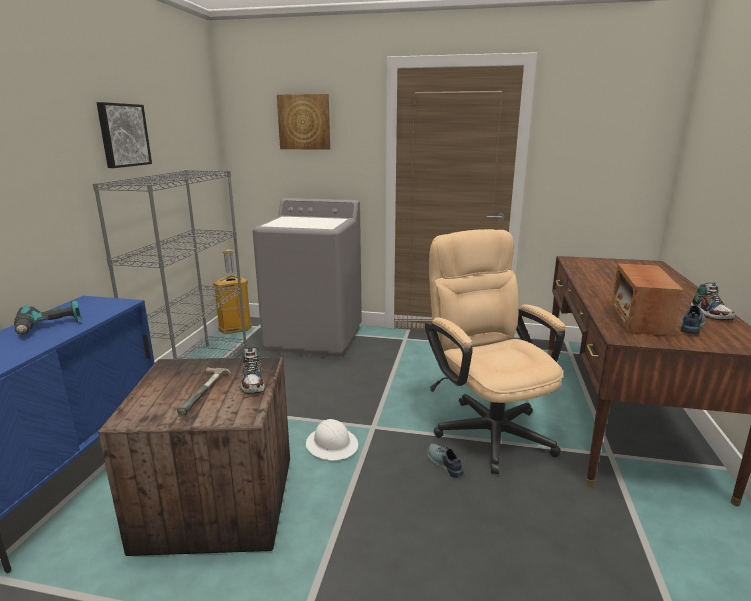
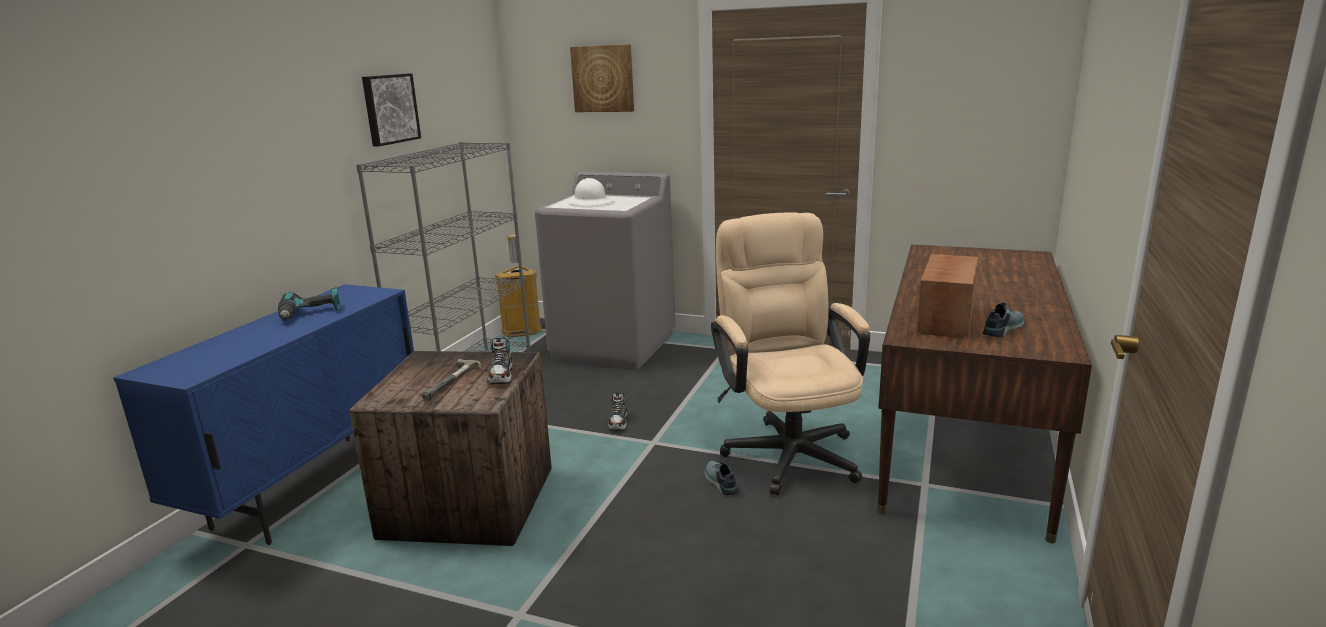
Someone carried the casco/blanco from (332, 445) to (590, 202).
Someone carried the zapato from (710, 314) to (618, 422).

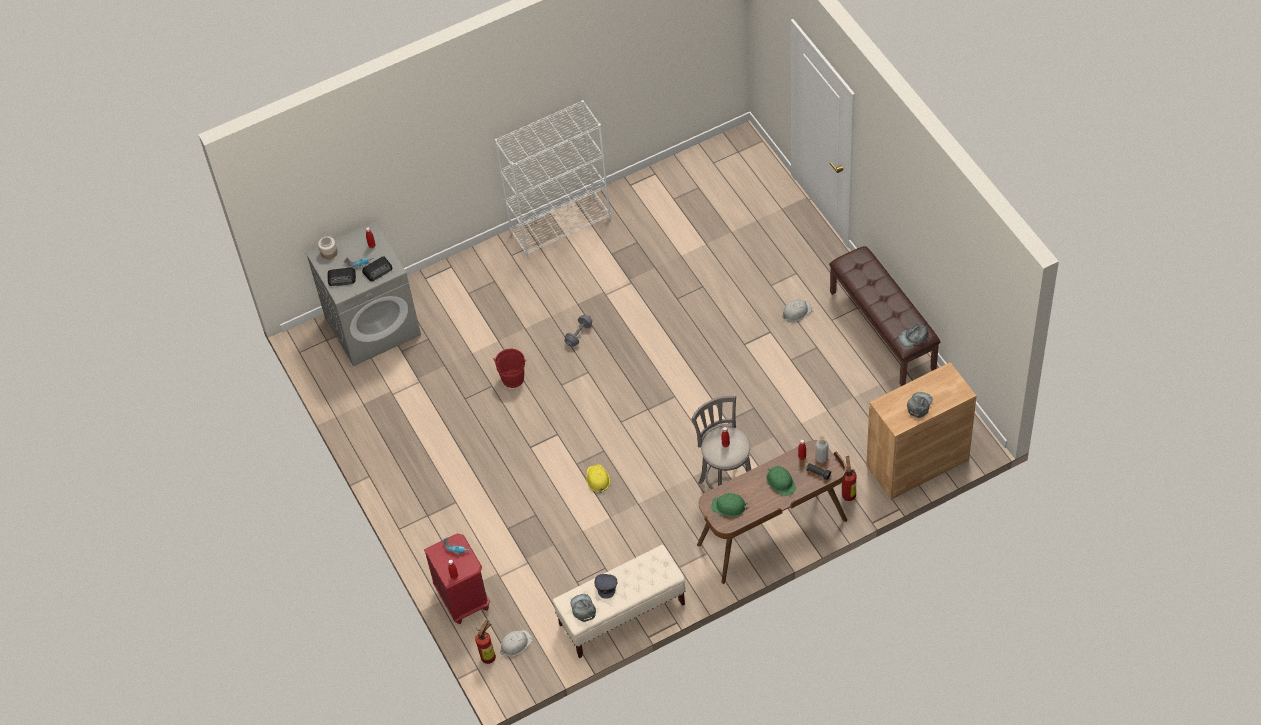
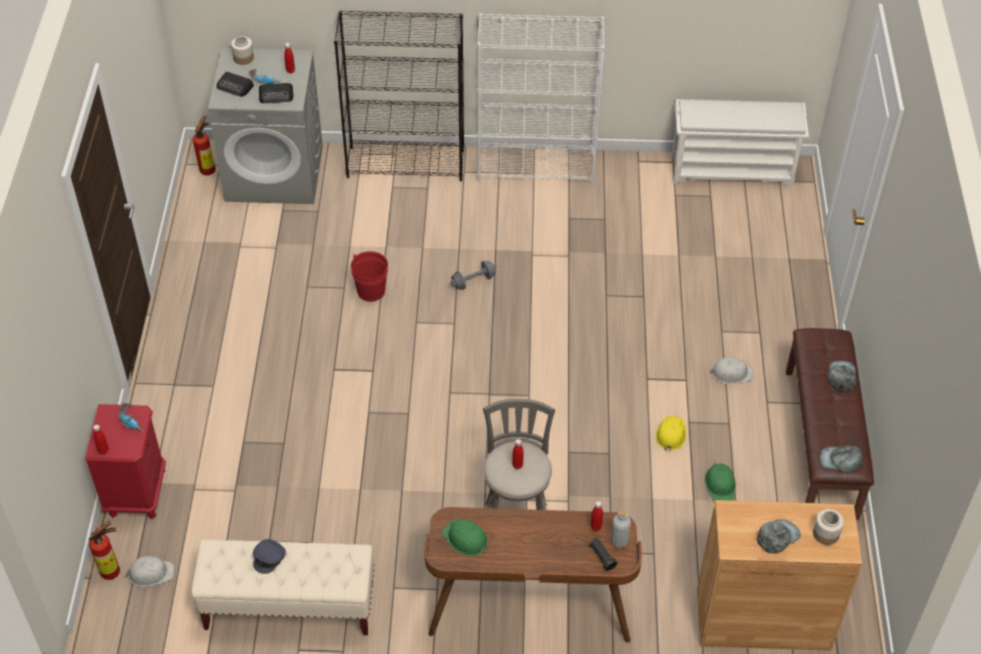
Someone carried the extintor from (848, 493) to (209, 169).
Someone put down the estantería/negro at (406, 164).
Someone carried the casco/amarillo from (597, 479) to (670, 434).
Someone put down the zapatero/blanco at (733, 170).
Someone carried the casco/verde from (781, 482) to (720, 484).
Someone put down the tarro at (826, 534).
Someone carried the gorra/gris from (583, 608) to (841, 376).

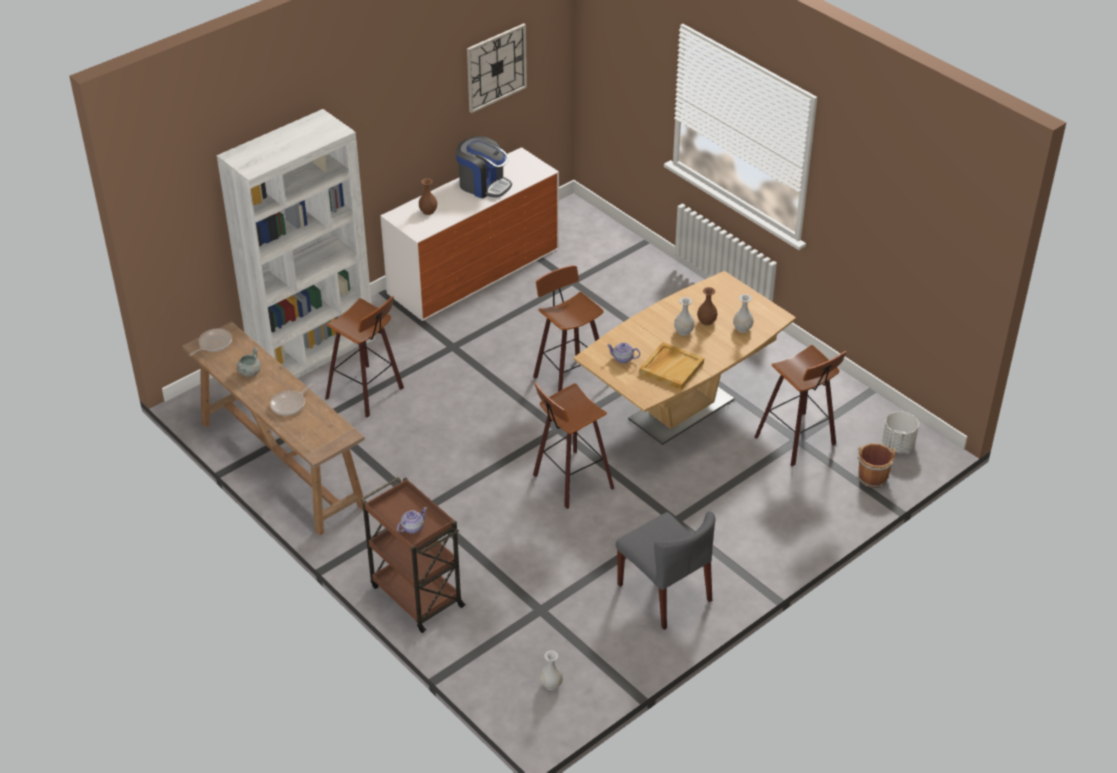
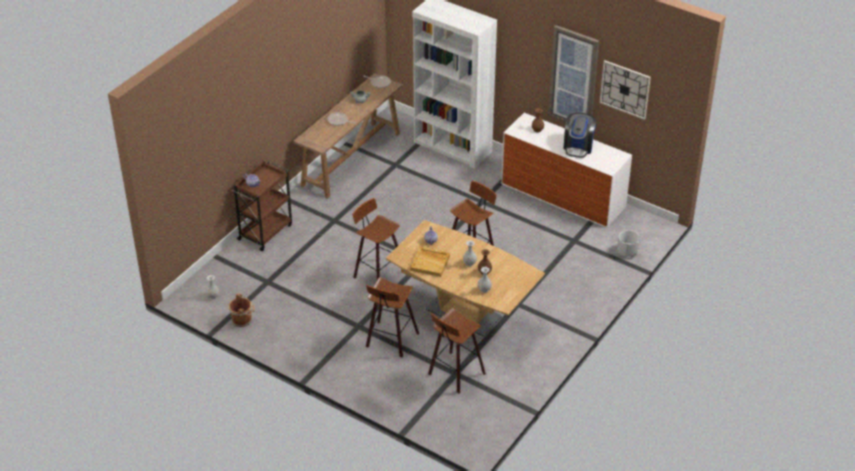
Someone carried the cubo/marrón from (872, 477) to (242, 320).
Someone carried the taburete from (368, 392) to (390, 341).
Someone put up the cuadro at (573, 78).
Someone carried the maceta/blanco from (898, 445) to (627, 252).
Someone took away the silla/gris at (665, 593).

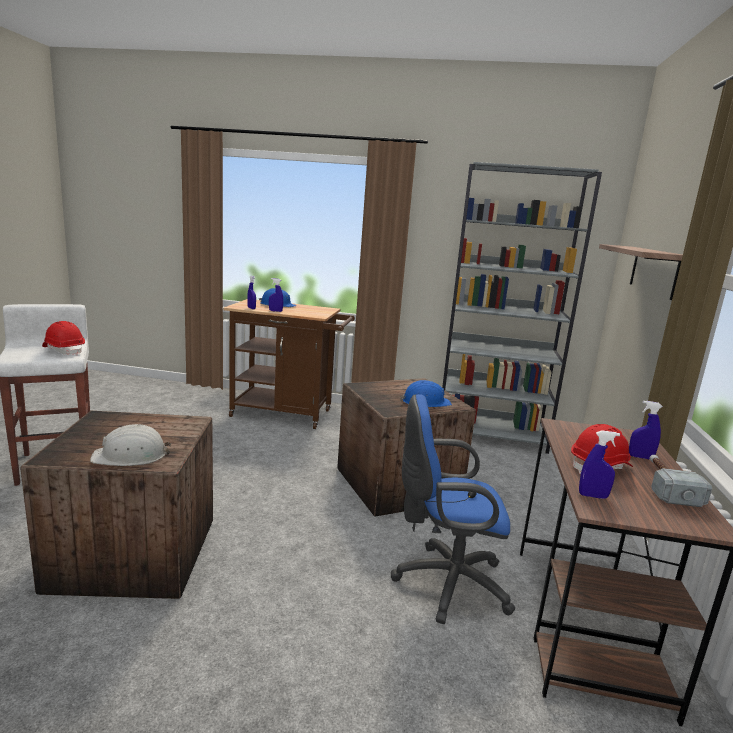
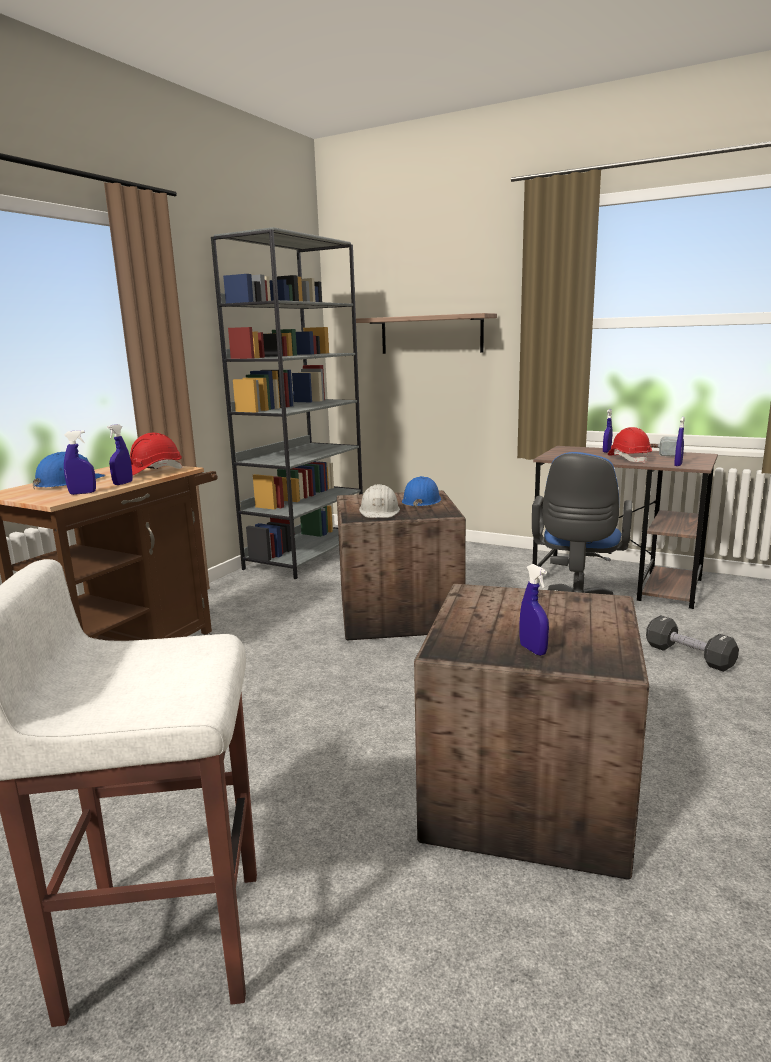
Someone carried the casco/rojo from (64, 350) to (153, 472).
Someone carried the casco/blanco from (131, 456) to (379, 511).
Someone put down the pulverizador/azul at (533, 650).
Someone put down the mancuerna/negro at (689, 656).

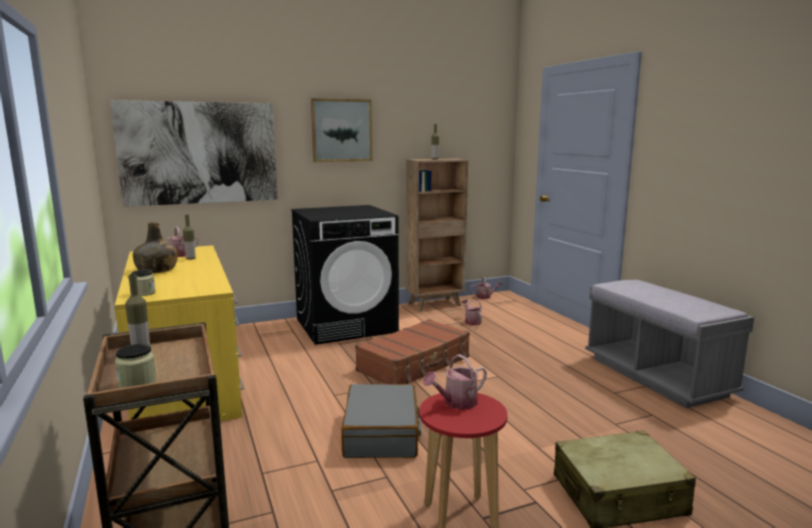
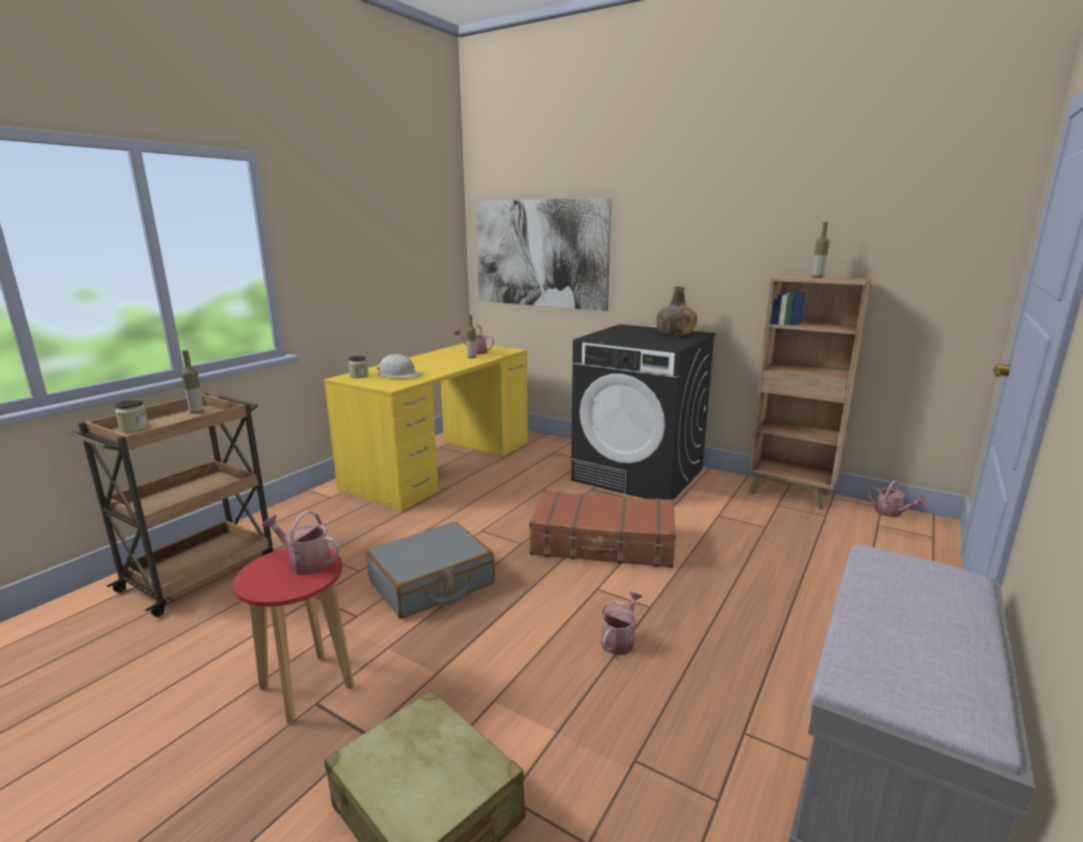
Someone put down the casco/blanco at (399, 375).
Someone carried the regadera from (471, 321) to (620, 640).
Someone carried the botella/verde from (157, 270) to (675, 333).
Someone took away the cuadro at (341, 130).

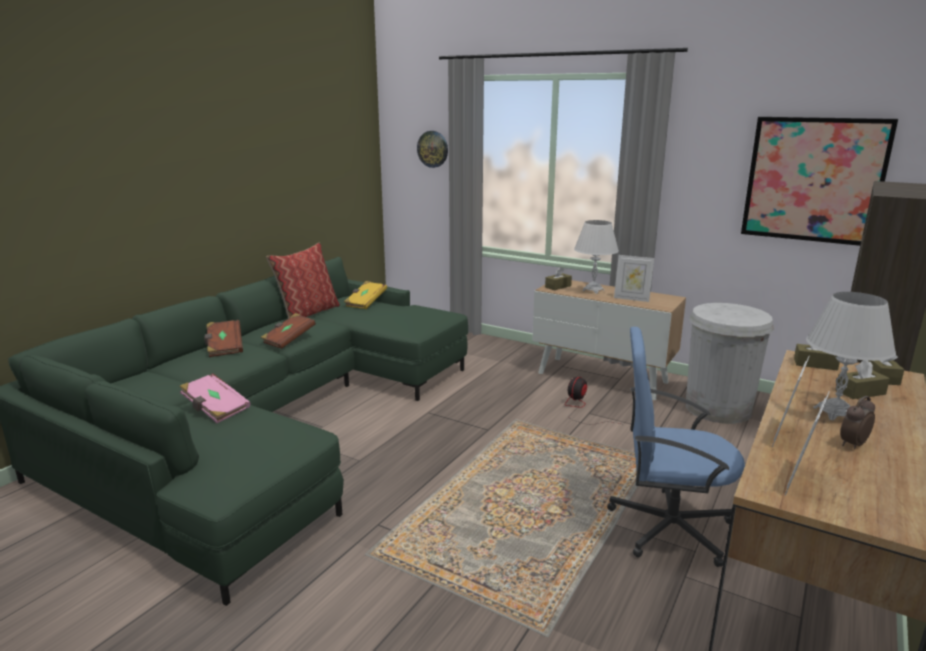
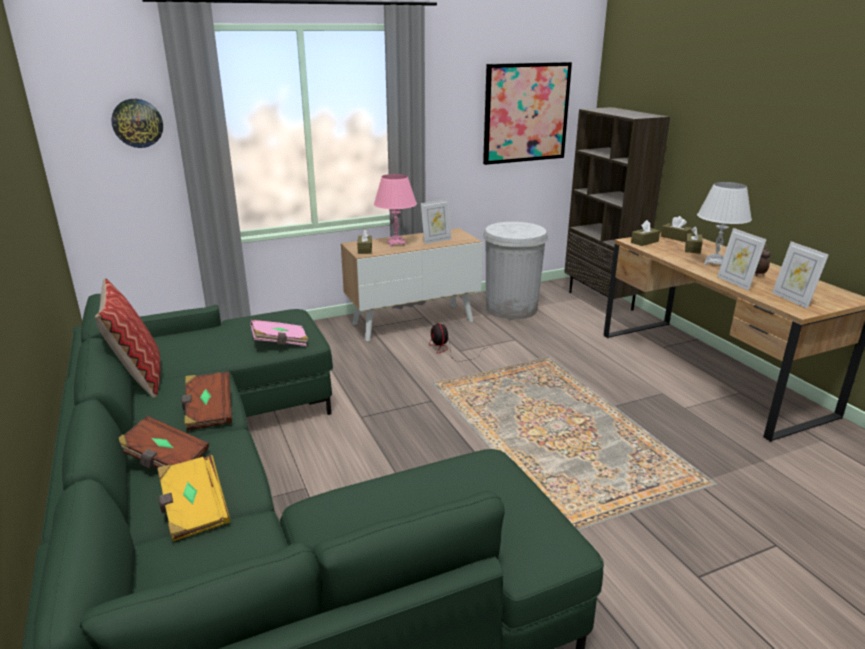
Someone carried the libro/amarillo from (365, 303) to (193, 510).
Someone carried the libro/rosa from (215, 409) to (280, 343).
Someone repainted the lámpara de mesa/blanco at (593, 290), which became the lámpara de mesa/rosa at (396, 243).
Someone took away the silla de oficina/azul at (668, 526).

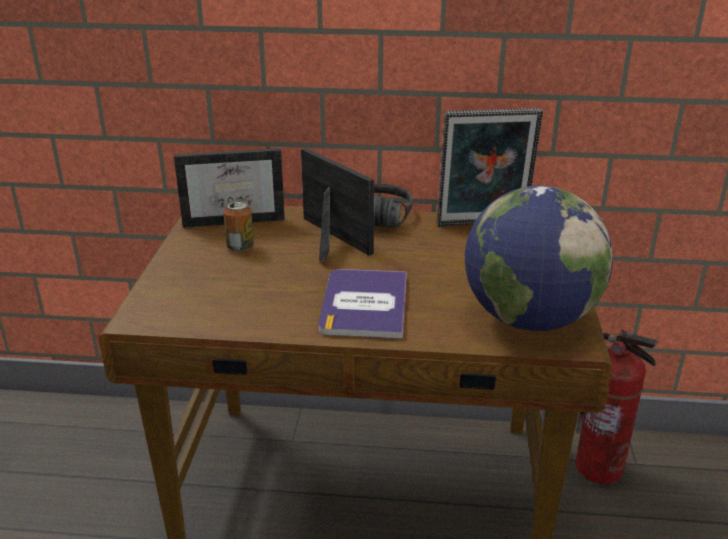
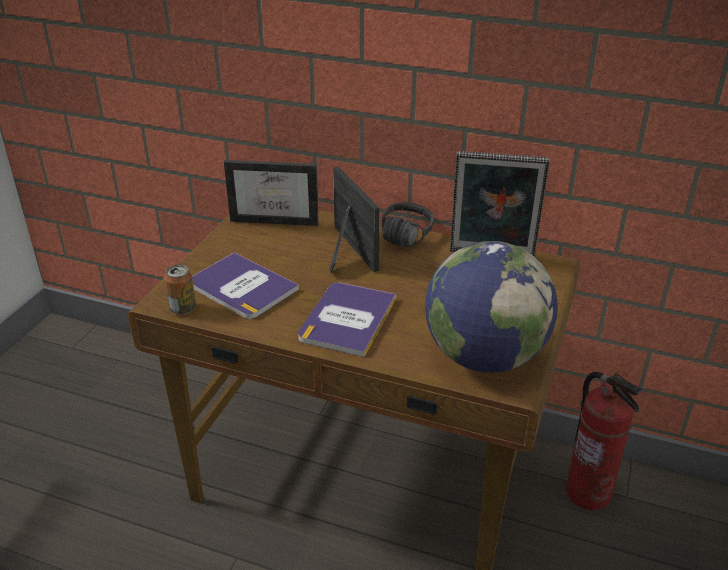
Someone carried the lata from (240, 247) to (183, 308).
Someone put down the libro at (242, 287).

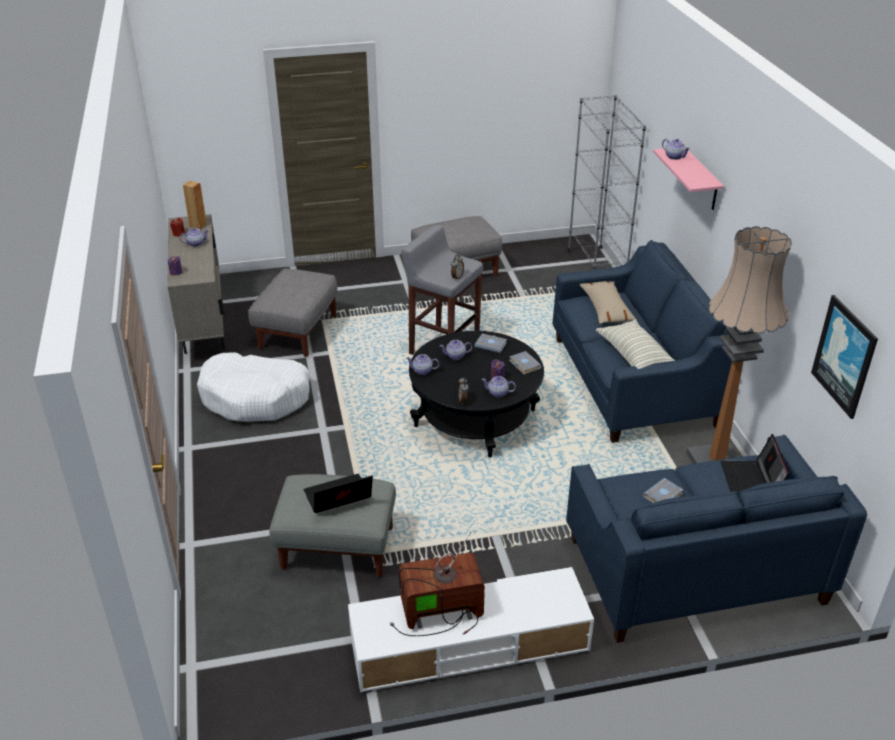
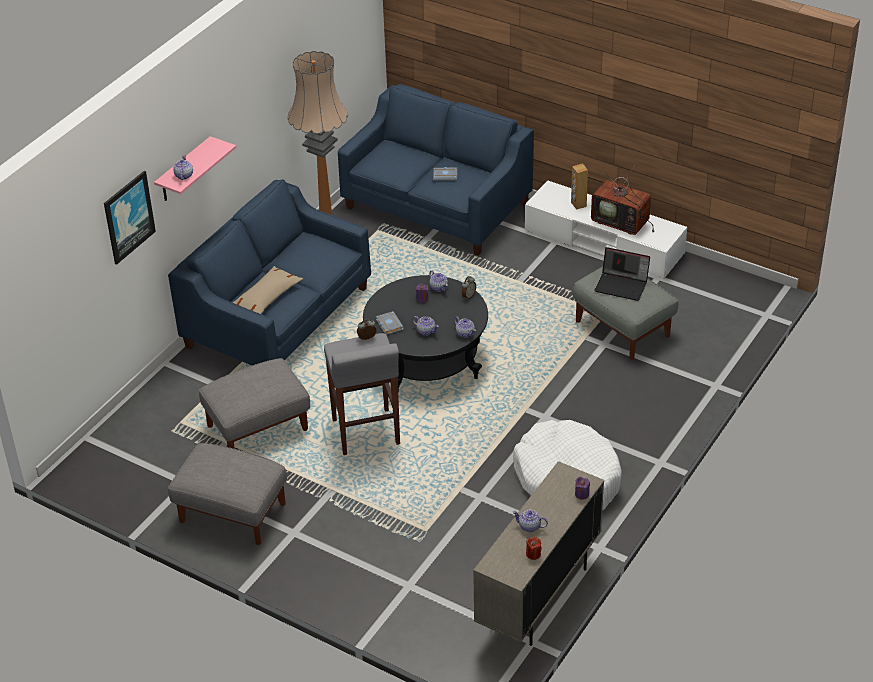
Someone carried the cuadro from (845, 356) to (128, 217).
Someone carried the puf/gris from (298, 331) to (257, 428).
Someone carried the altavoz/marrón from (198, 225) to (578, 204).
Someone took away the libro/gris at (523, 364).
Someone took away the estantería/gris at (596, 267).
Someone took away the cojín at (634, 356).
Someone took away the portátil at (751, 482).

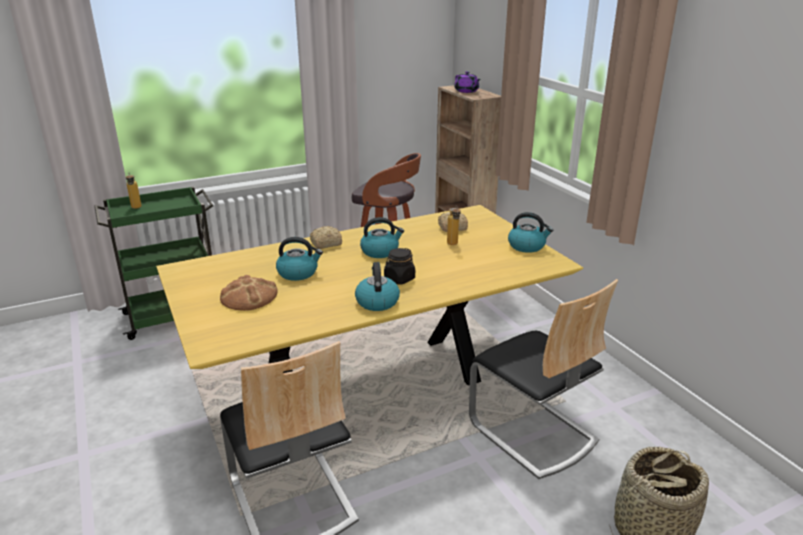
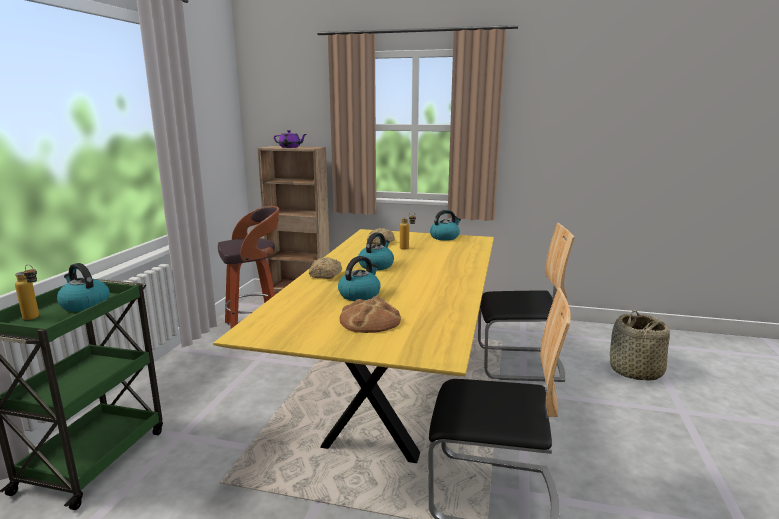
Someone carried the hervidor from (377, 301) to (84, 304).
Someone took away the tarro/negro at (399, 279).

